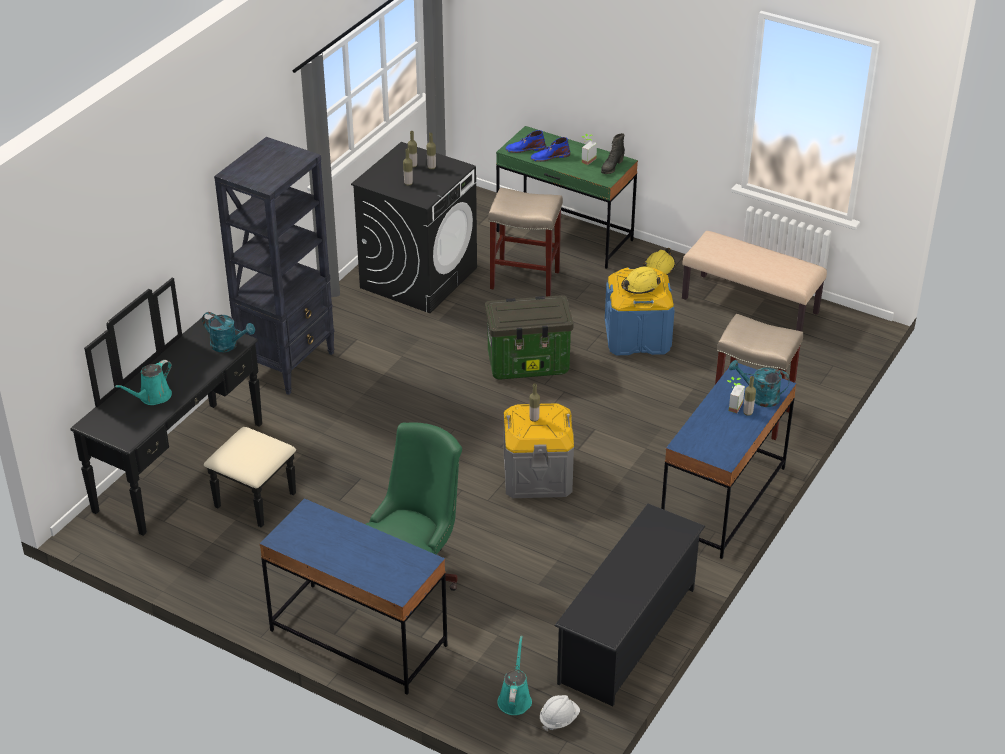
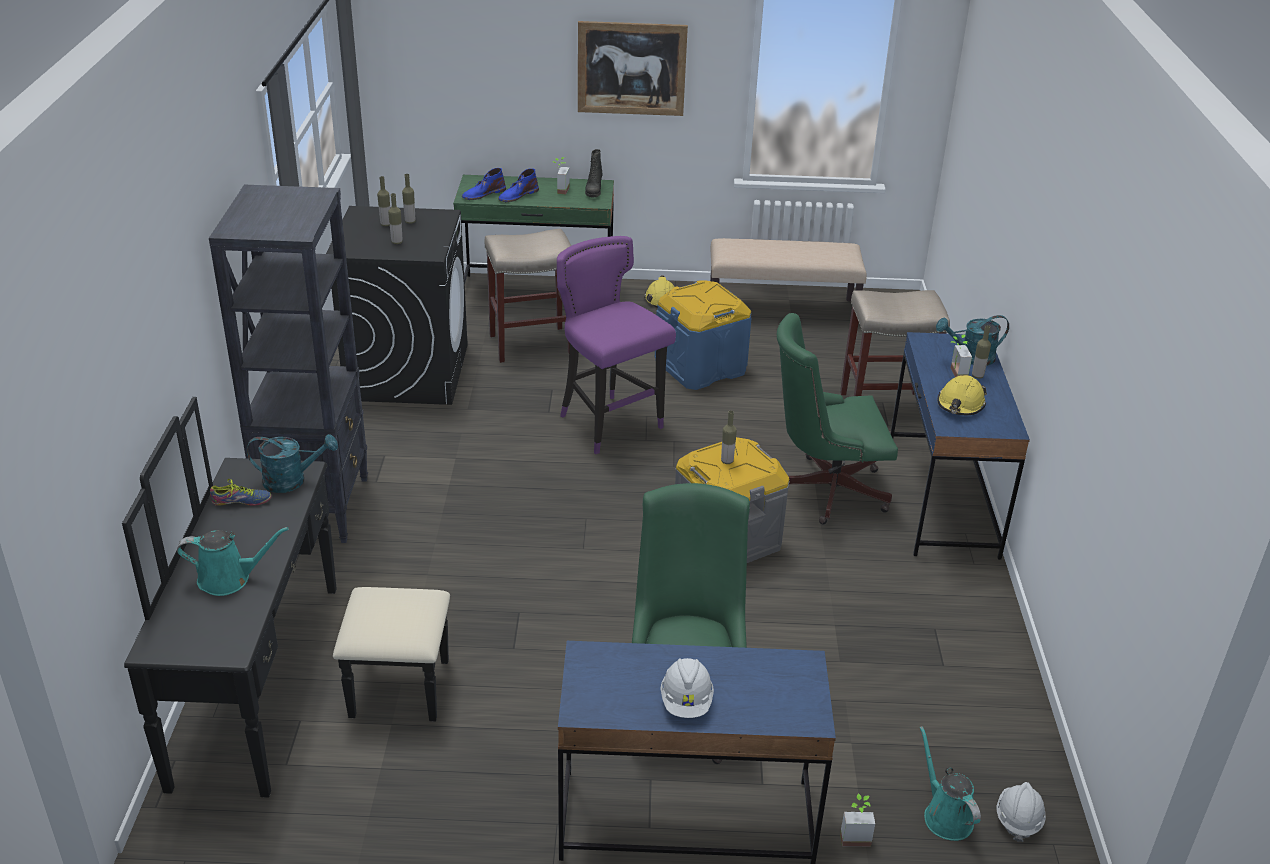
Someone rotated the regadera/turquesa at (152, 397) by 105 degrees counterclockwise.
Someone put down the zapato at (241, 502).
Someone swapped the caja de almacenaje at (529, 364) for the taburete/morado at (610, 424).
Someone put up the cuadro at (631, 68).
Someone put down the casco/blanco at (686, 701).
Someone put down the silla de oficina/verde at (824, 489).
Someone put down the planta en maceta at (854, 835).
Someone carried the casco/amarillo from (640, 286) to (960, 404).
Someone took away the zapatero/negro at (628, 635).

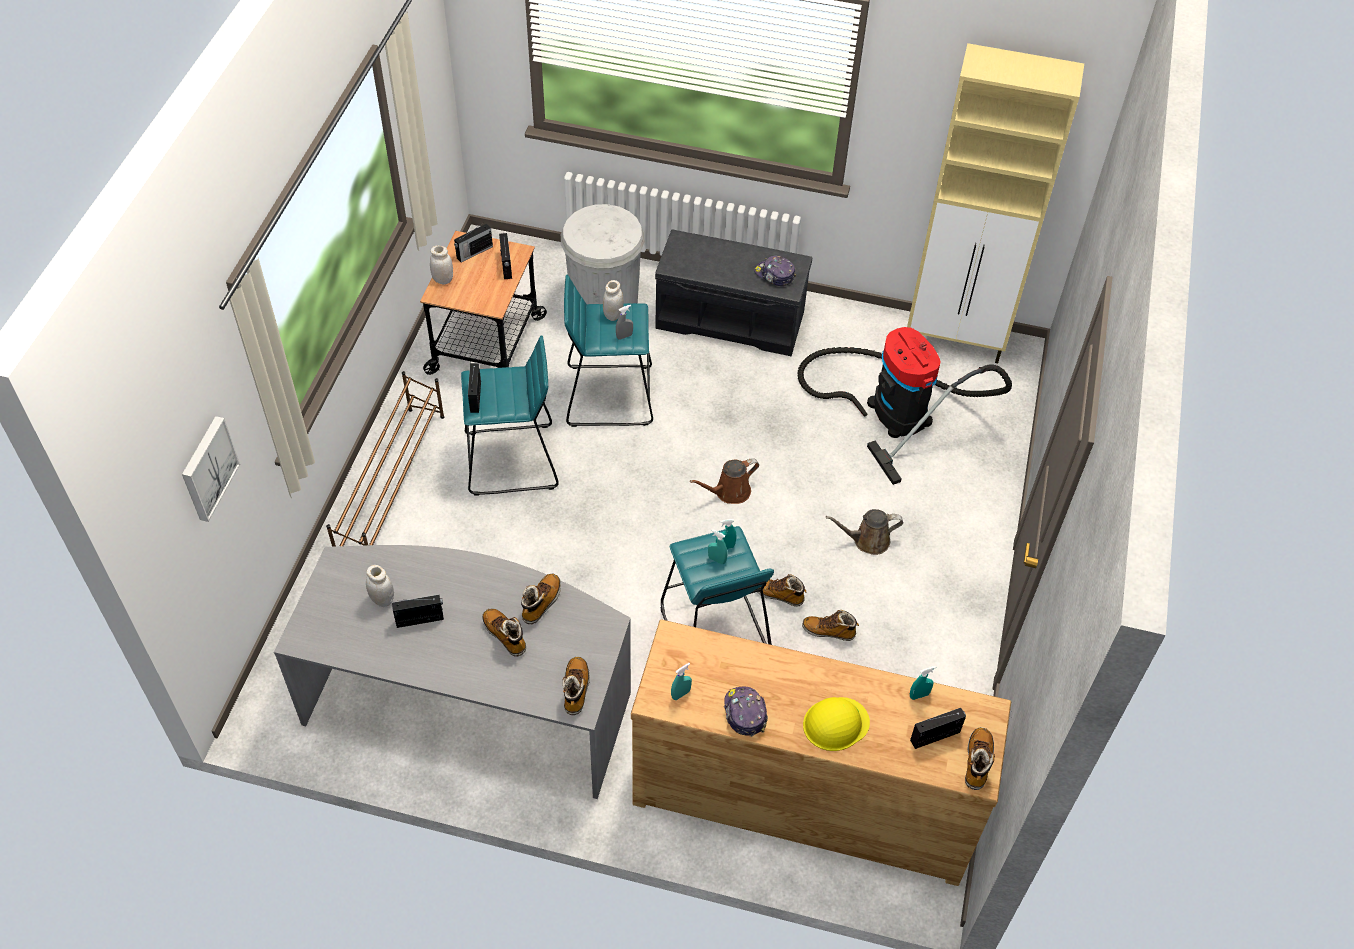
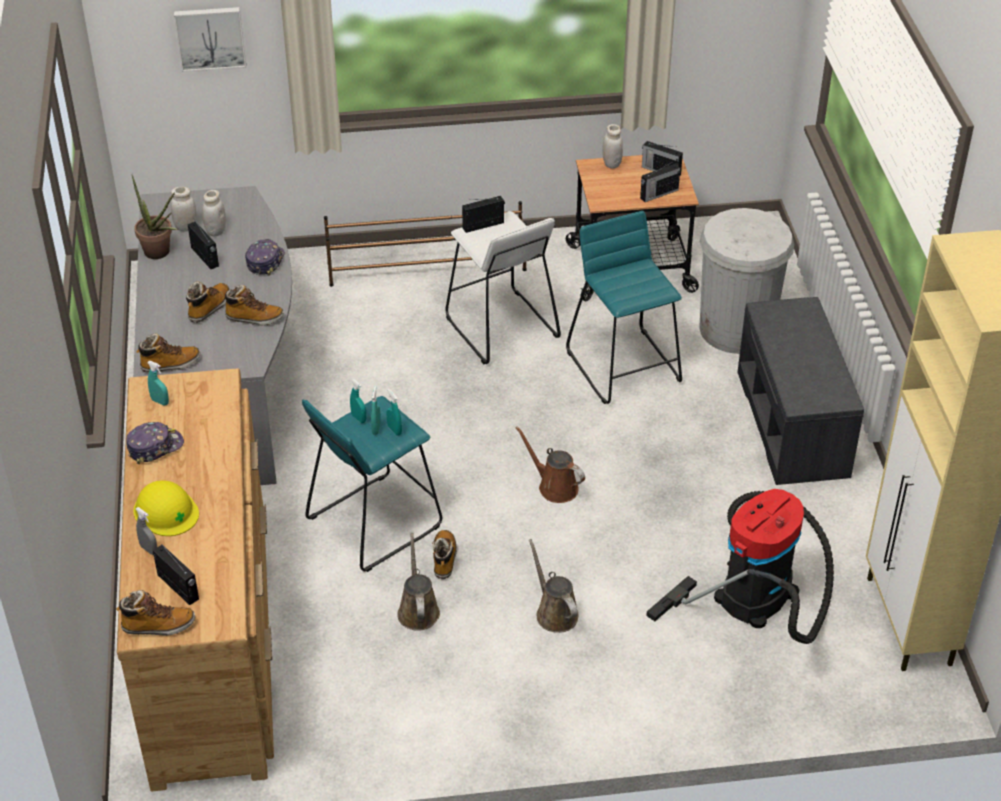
Someone put down the planta en maceta at (160, 254).
Someone carried the pulverizador/gris from (624, 336) to (149, 549).
Someone carried the tarro/blanco from (613, 315) to (186, 227).
Someone carried the gorra from (774, 275) to (265, 261).
Someone carried the pulverizador/turquesa from (919, 695) to (359, 418).
Someone swapped the bota at (829, 631) for the regadera/marrón at (418, 610).
Someone repainted the taburete/turquesa at (512, 460), which became the taburete/blanco at (501, 328).

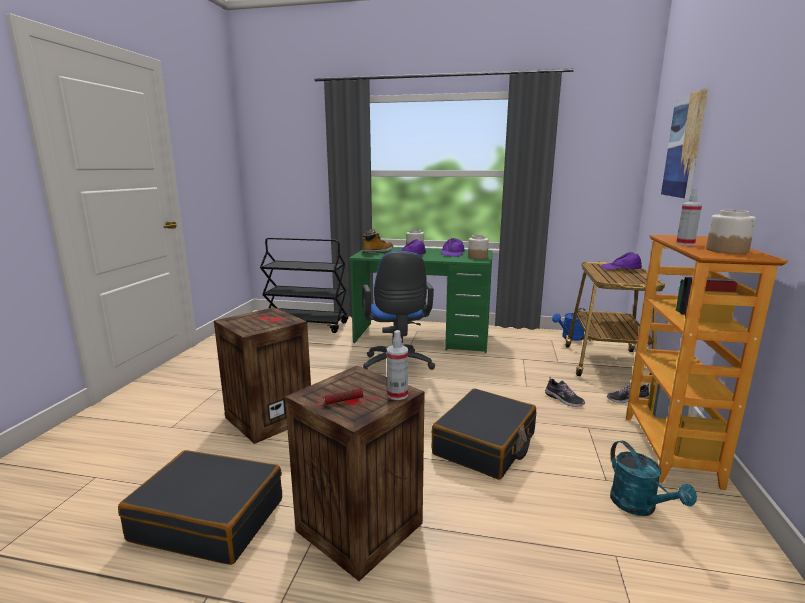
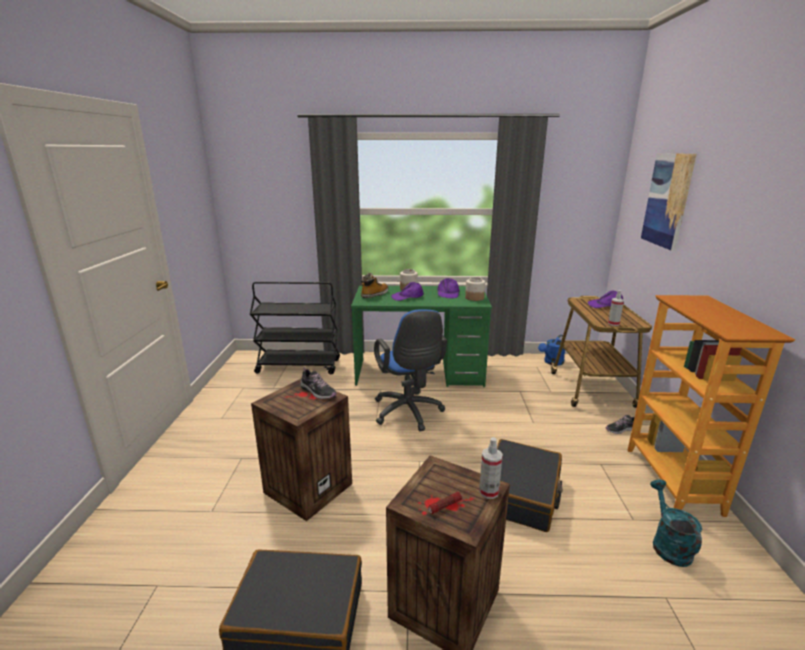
Someone carried the zapato from (563, 400) to (317, 392).
Someone carried the pulverizador from (685, 244) to (613, 323).
Someone rotated the regadera/turquesa at (639, 507) by 150 degrees counterclockwise.
Someone took away the tarro at (726, 250).

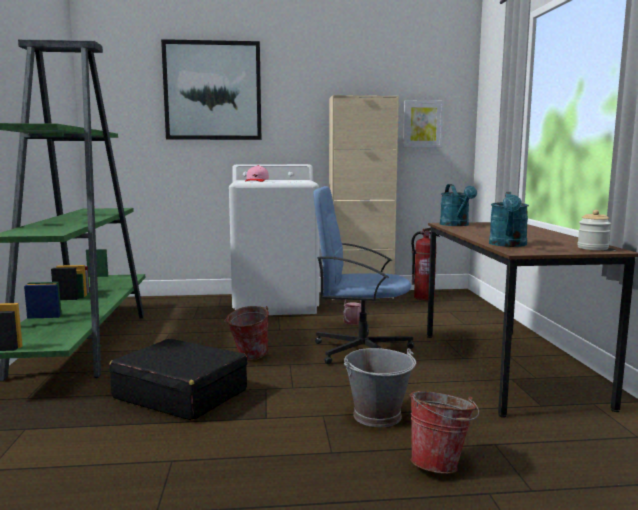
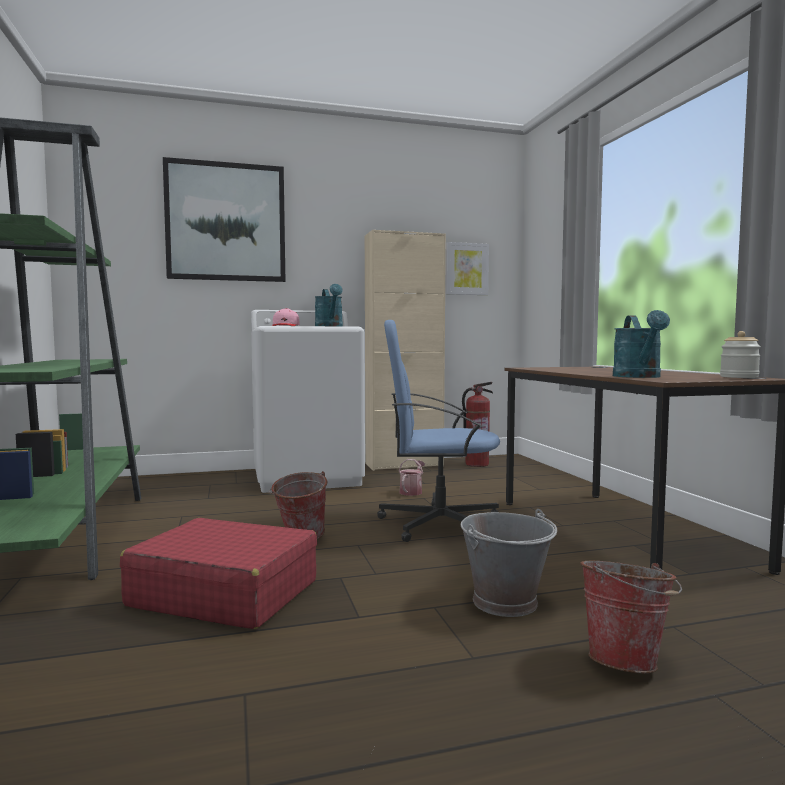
Someone repainted the maleta/negro at (180, 394), which became the maleta/rojo at (223, 593).
Someone carried the regadera/turquesa from (456, 225) to (330, 326).

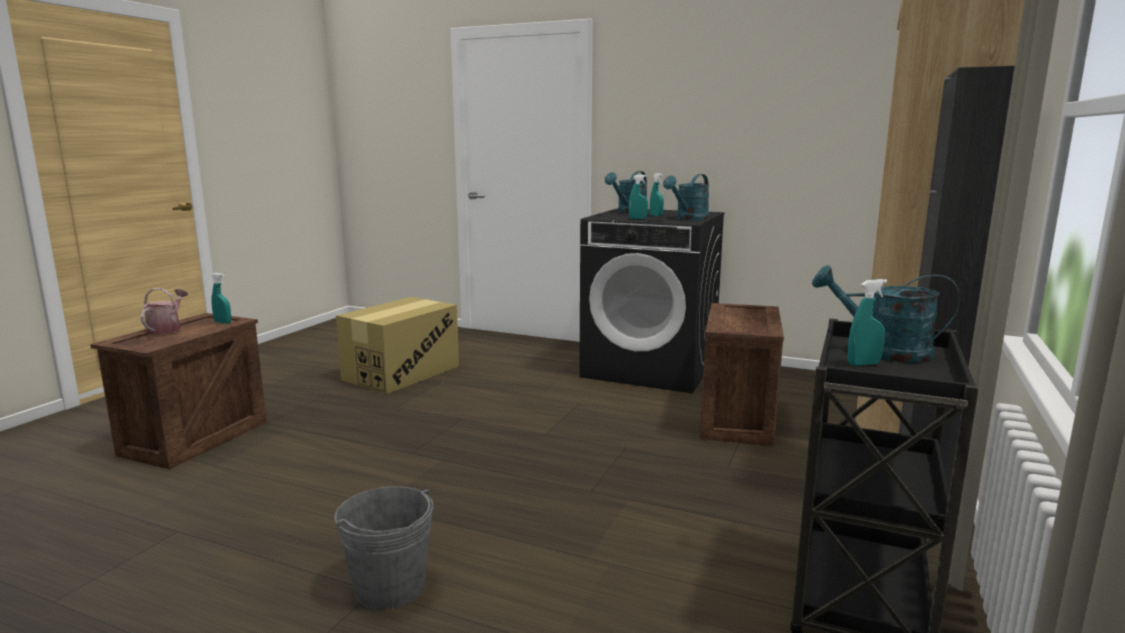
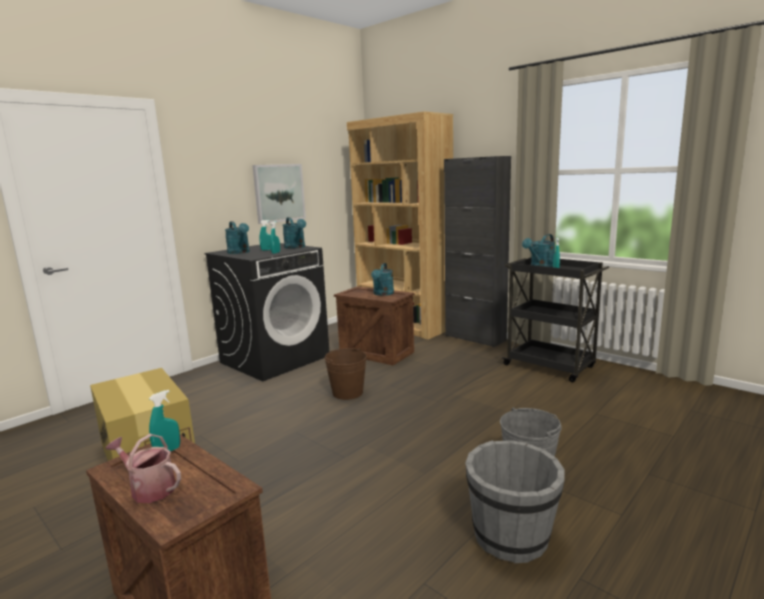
Someone put up the cuadro at (279, 193).
Someone put down the cubo/marrón at (347, 393).
Someone put down the regadera/turquesa at (383, 294).
Someone put down the cubo/gris at (512, 537).

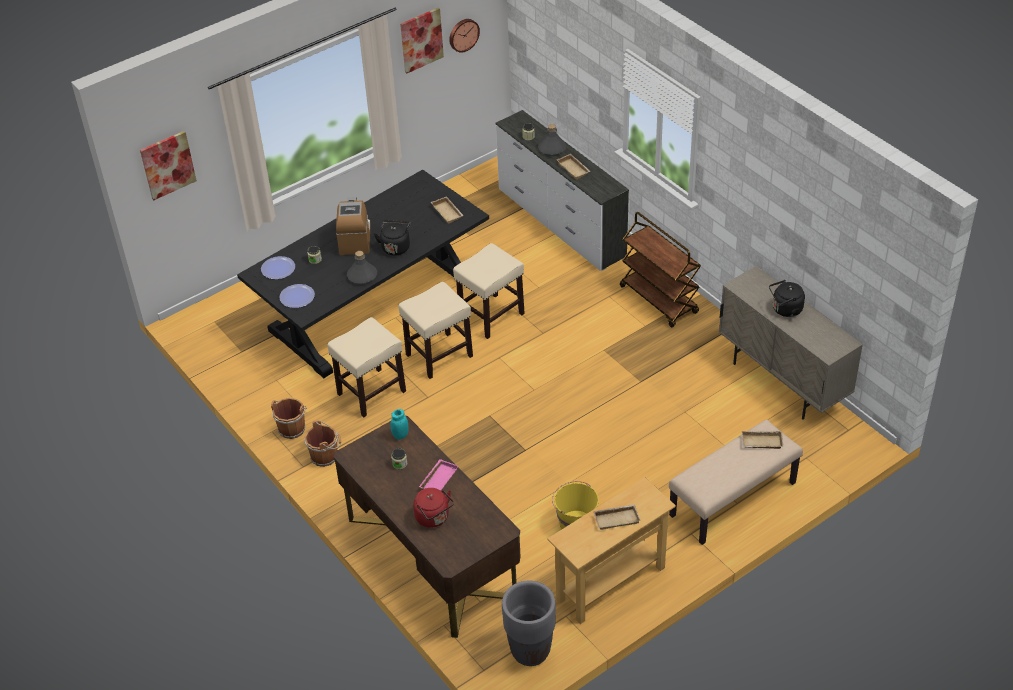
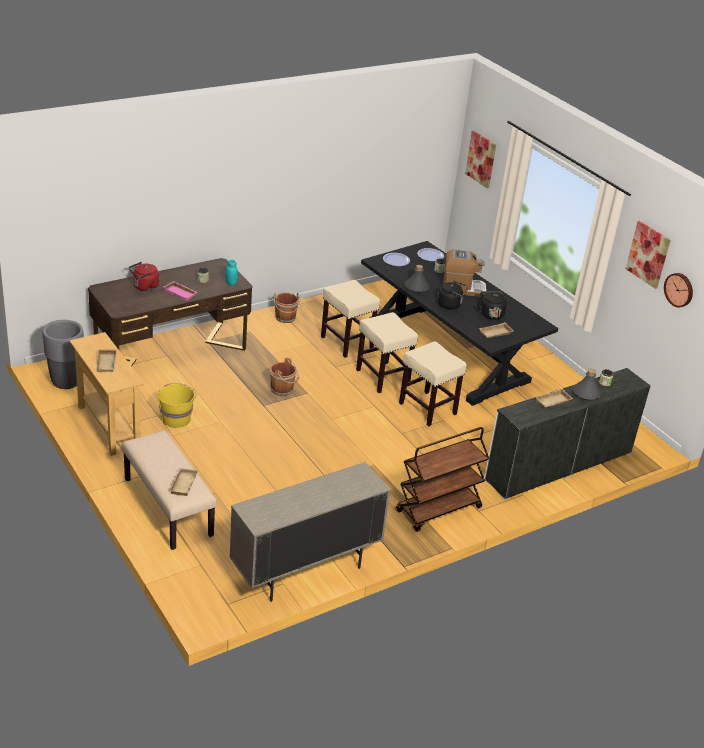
Someone carried the cubo/marrón from (292, 428) to (283, 389).
Someone carried the hervidor/negro from (785, 310) to (490, 314).

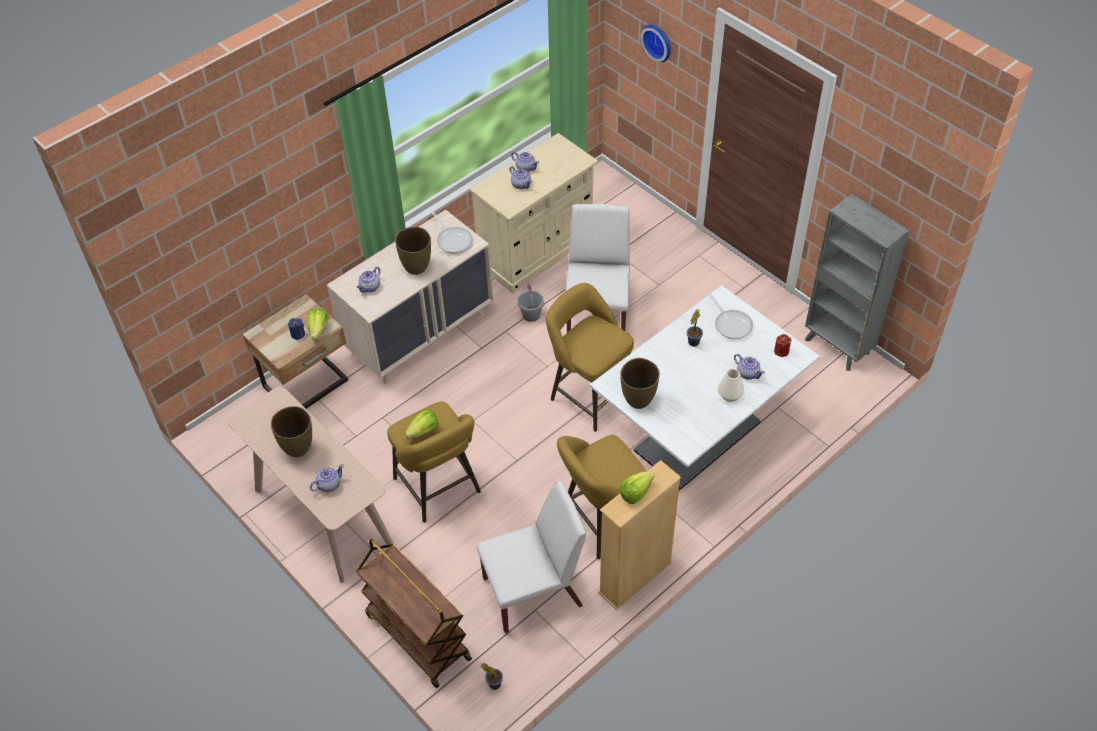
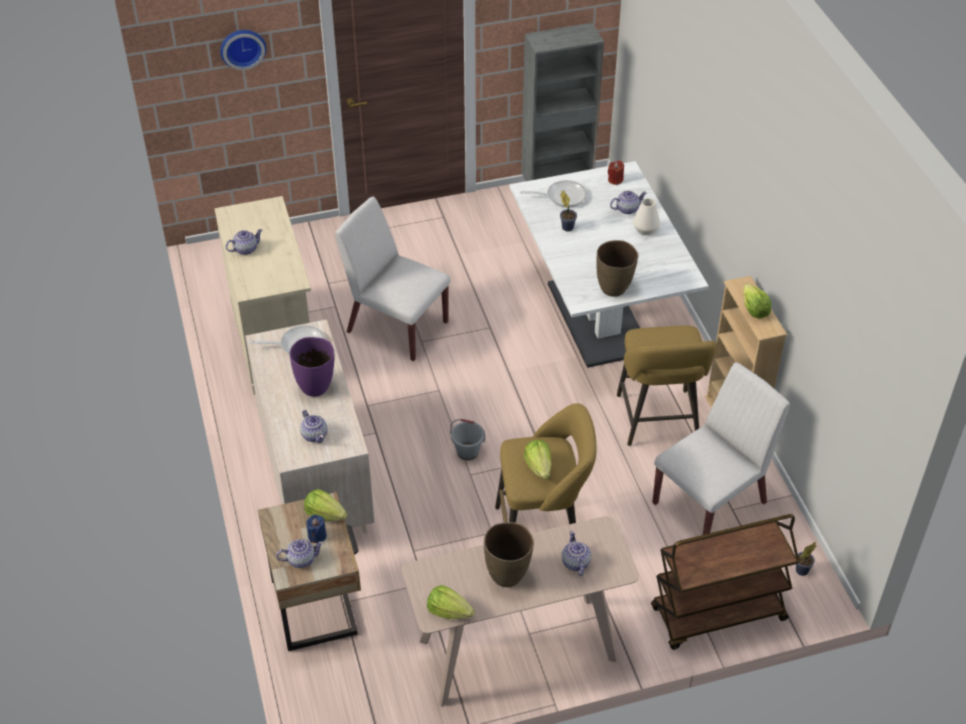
Someone carried the tetera from (521, 184) to (301, 559).
Someone repainted the florero/marrón at (417, 267), which became the florero/morado at (315, 387).
Someone put down the lechuga at (448, 611).
Someone carried the cubo/gris from (531, 314) to (467, 452).
Someone rotated the silla/blanco at (533, 591) by 45 degrees clockwise.
Someone took away the taburete/amarillo at (589, 394).

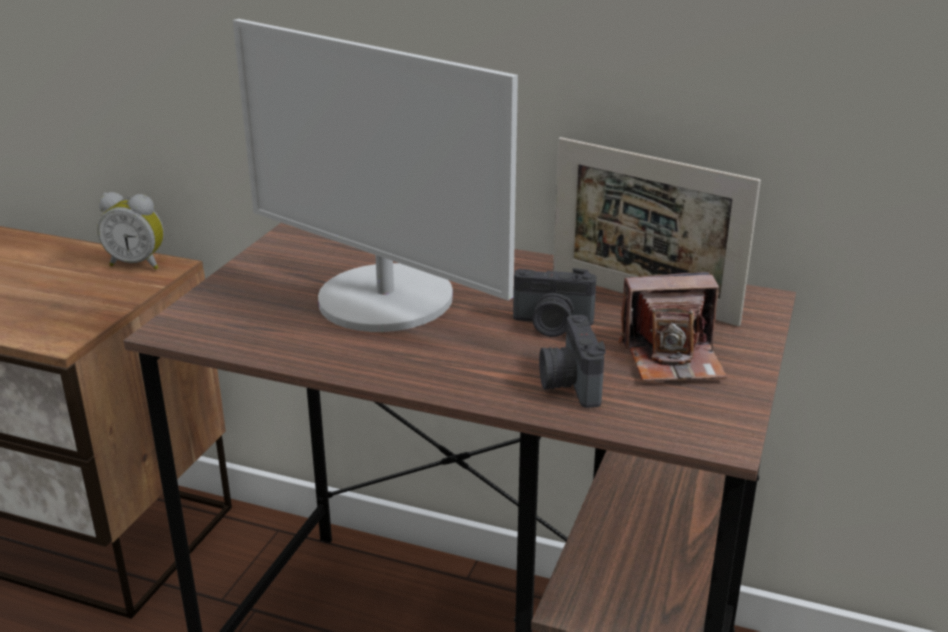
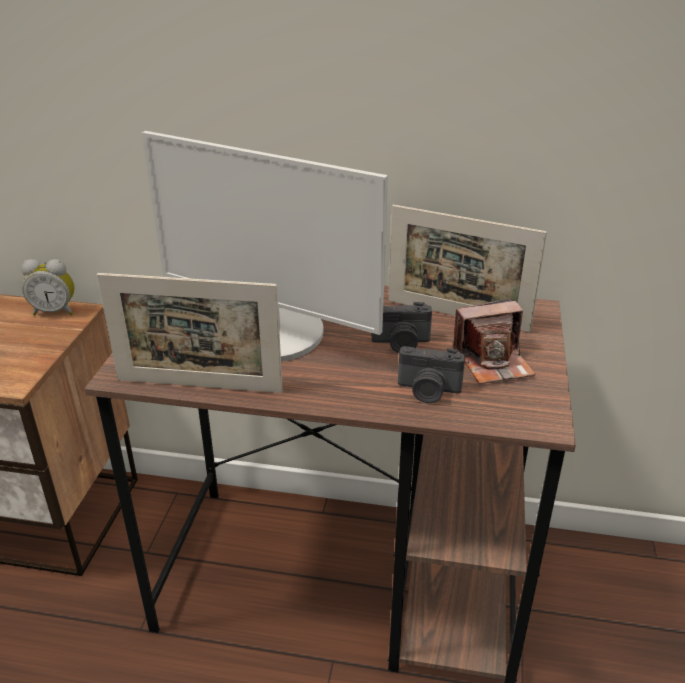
Someone put down the portarretratos at (199, 386).
Someone rotated the cámara at (569, 384) by 60 degrees counterclockwise.

